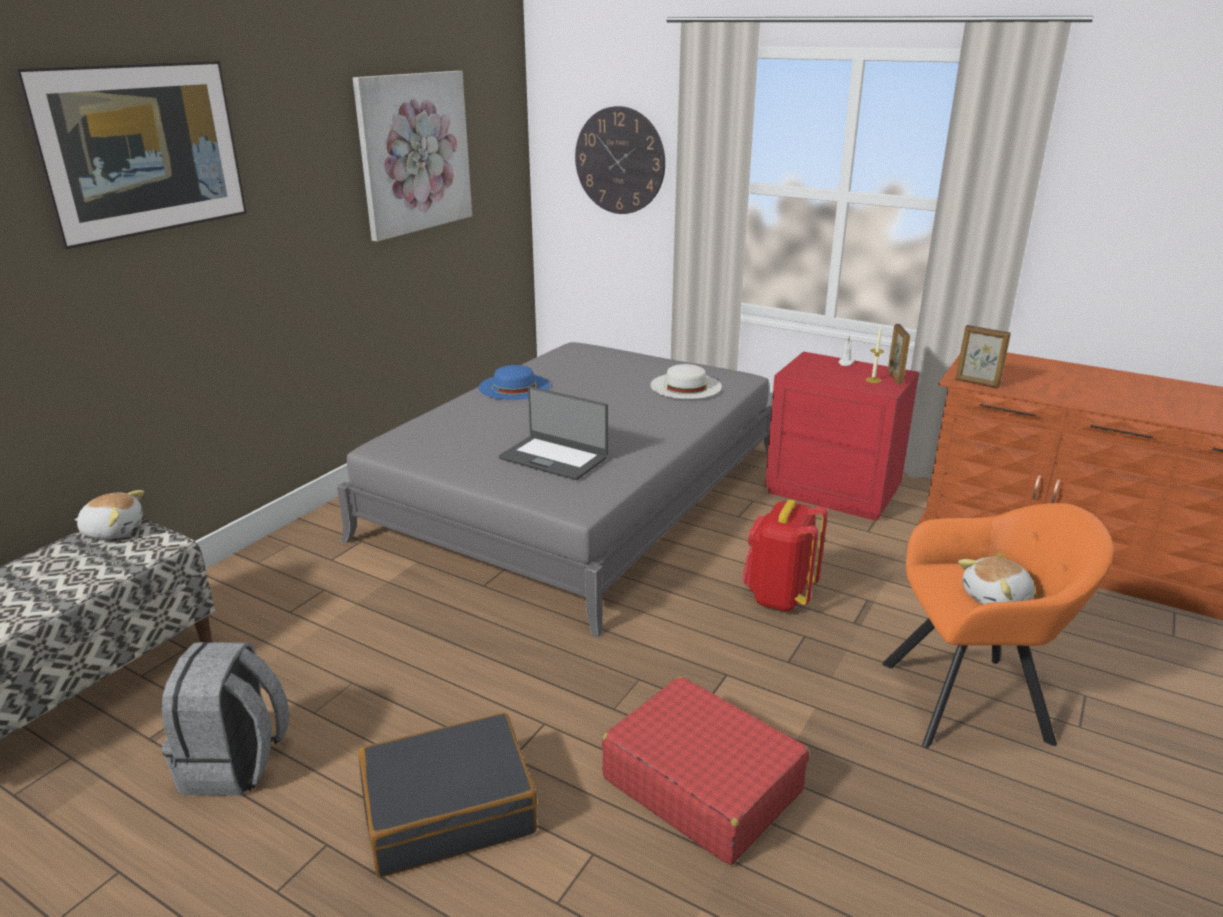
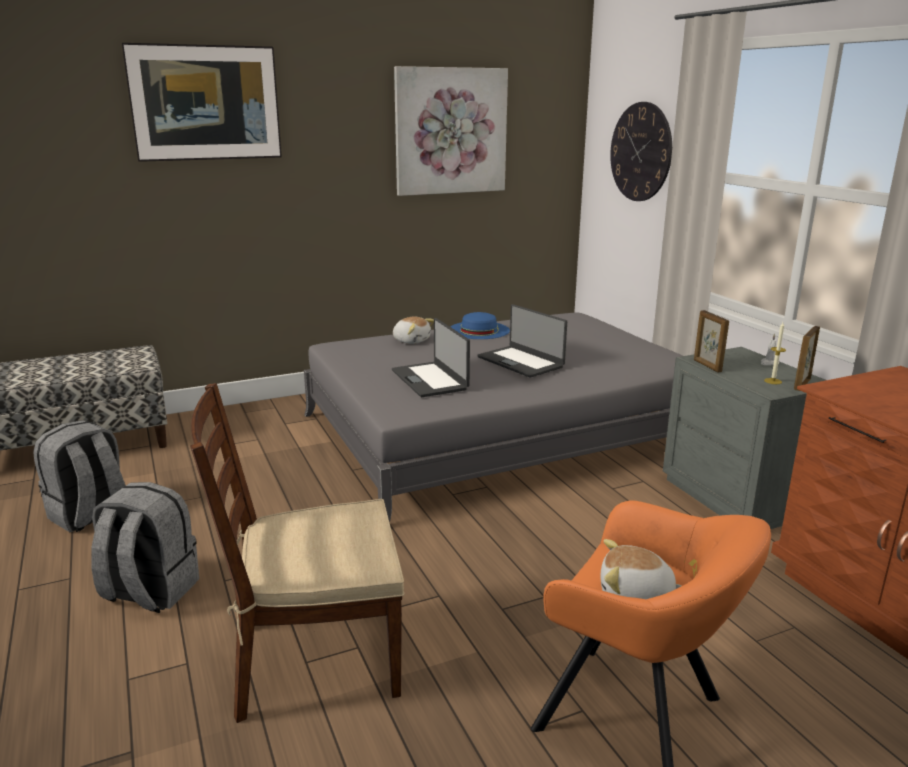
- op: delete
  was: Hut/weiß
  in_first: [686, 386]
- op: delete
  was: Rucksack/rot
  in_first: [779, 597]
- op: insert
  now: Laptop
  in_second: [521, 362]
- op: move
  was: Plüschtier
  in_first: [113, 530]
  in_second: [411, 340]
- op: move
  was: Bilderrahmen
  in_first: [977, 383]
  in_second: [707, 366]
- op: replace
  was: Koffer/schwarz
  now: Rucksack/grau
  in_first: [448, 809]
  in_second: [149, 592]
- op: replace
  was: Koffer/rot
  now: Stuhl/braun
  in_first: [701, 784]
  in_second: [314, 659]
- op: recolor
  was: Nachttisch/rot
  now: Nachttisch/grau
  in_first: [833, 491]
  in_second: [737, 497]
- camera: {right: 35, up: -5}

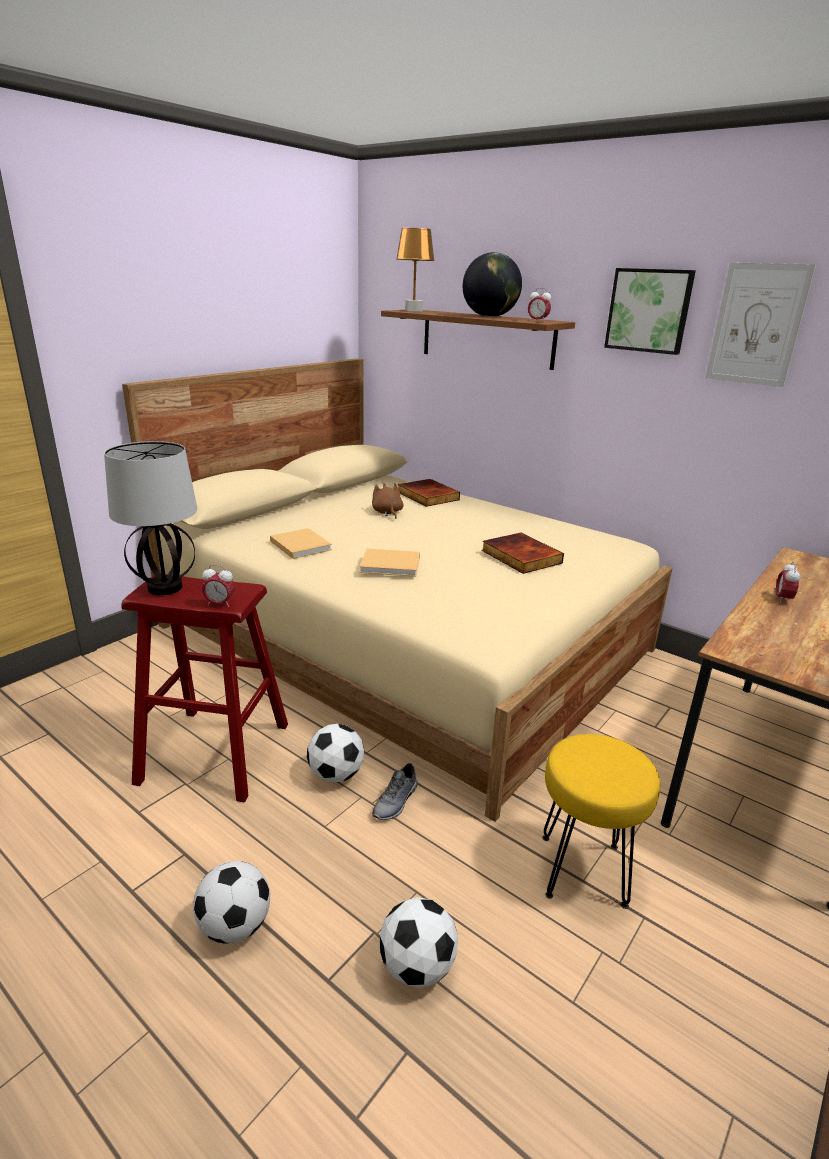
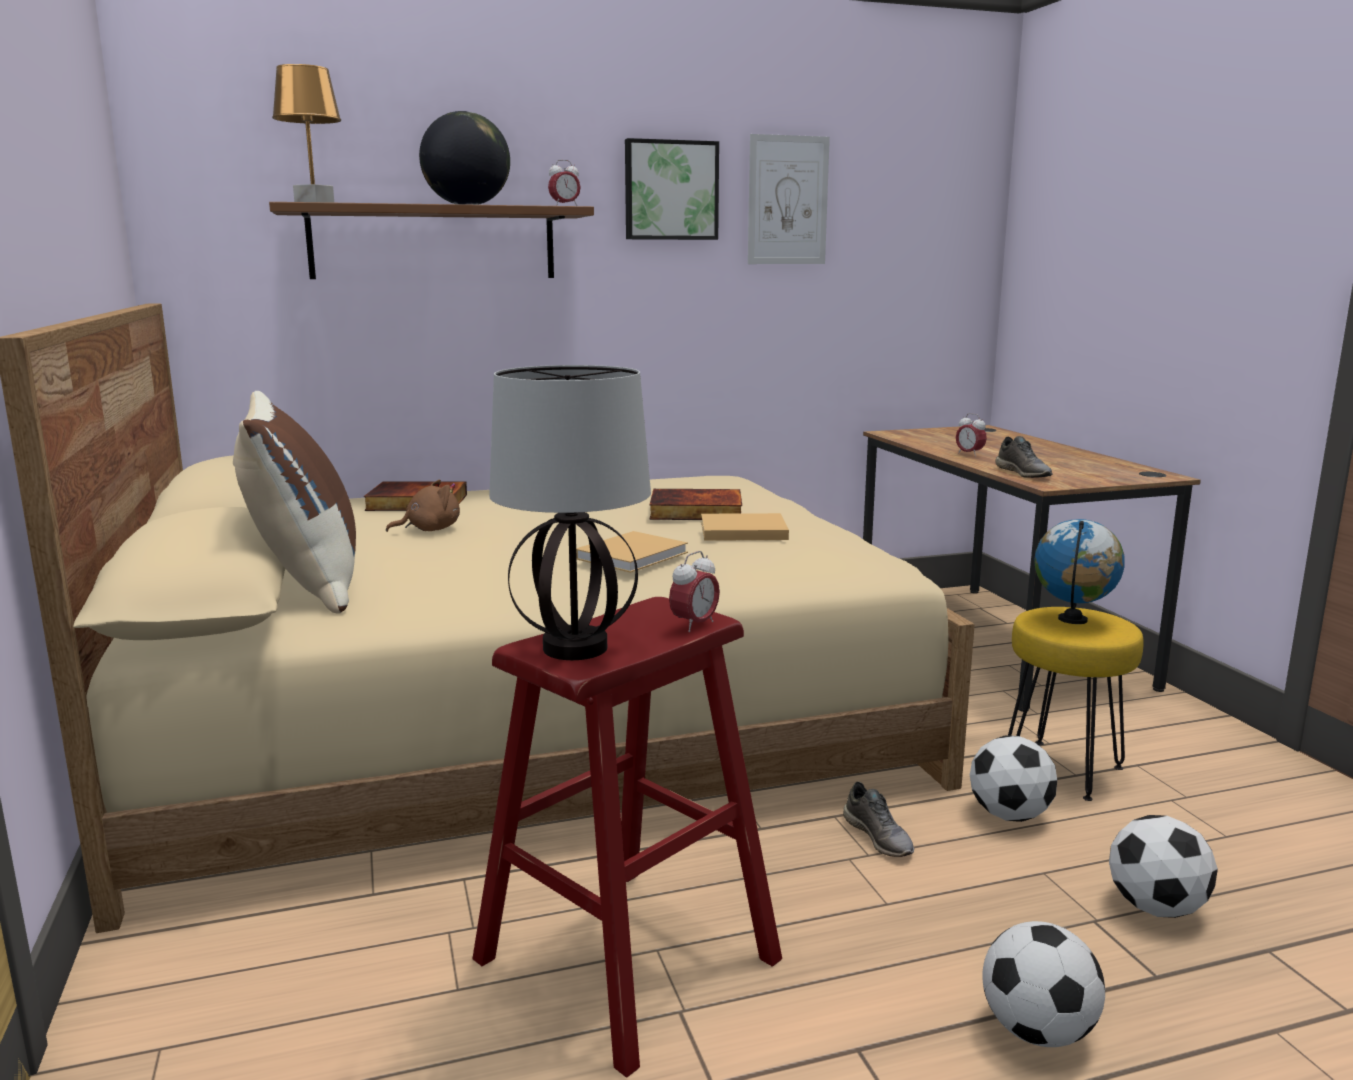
- op: insert
  now: Kissen/braun
  in_second: [305, 585]
- op: insert
  now: Schuh/grau
  in_second: [1024, 473]
- op: insert
  now: Globus
  in_second: [1073, 620]
- op: move
  was: Buch/beige
  in_first: [299, 545]
  in_second: [740, 531]
- op: move
  was: Fußball
  in_first: [336, 774]
  in_second: [1009, 815]
- op: rotate
  was: Plüschtier/braun
  in_first: [387, 513]
  in_second: [429, 530]
  clockwise: 135
- camera: {right: -55, up: -10}

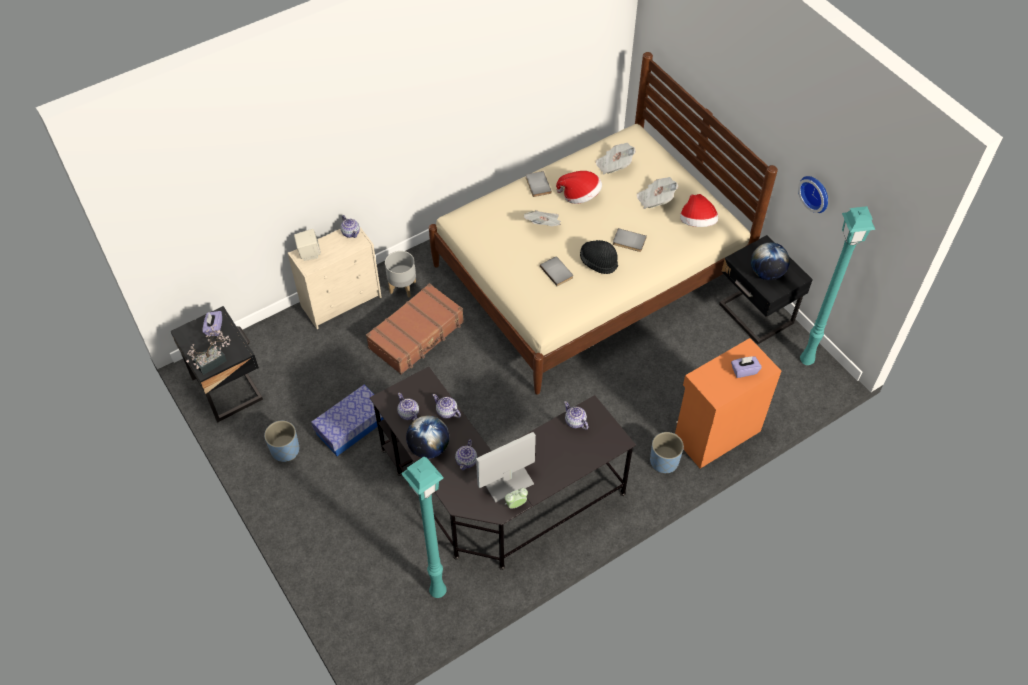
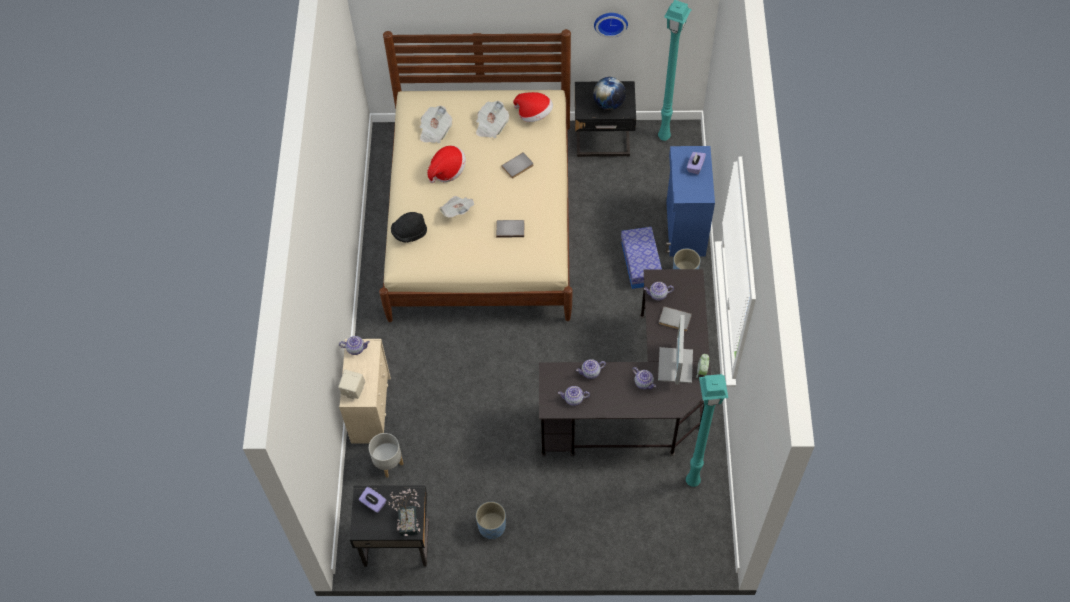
- op: delete
  was: Koffer/braun
  in_first: [417, 335]
- op: delete
  was: Globus
  in_first: [429, 448]
- op: move
  was: Aufbewahrungsbox
  in_first: [351, 427]
  in_second: [640, 263]
- op: move
  was: Pflanzkübel/grau
  in_first: [402, 287]
  in_second: [388, 463]
- op: move
  was: Buch/grau
  in_first: [537, 185]
  in_second: [674, 320]
- op: move
  was: Hut/schwarz
  in_first: [598, 262]
  in_second: [409, 233]
- op: recolor
  was: Schrank/orange
  now: Schrank/blau
  in_first: [715, 434]
  in_second: [684, 229]
- camera: {right: -55, up: 5}

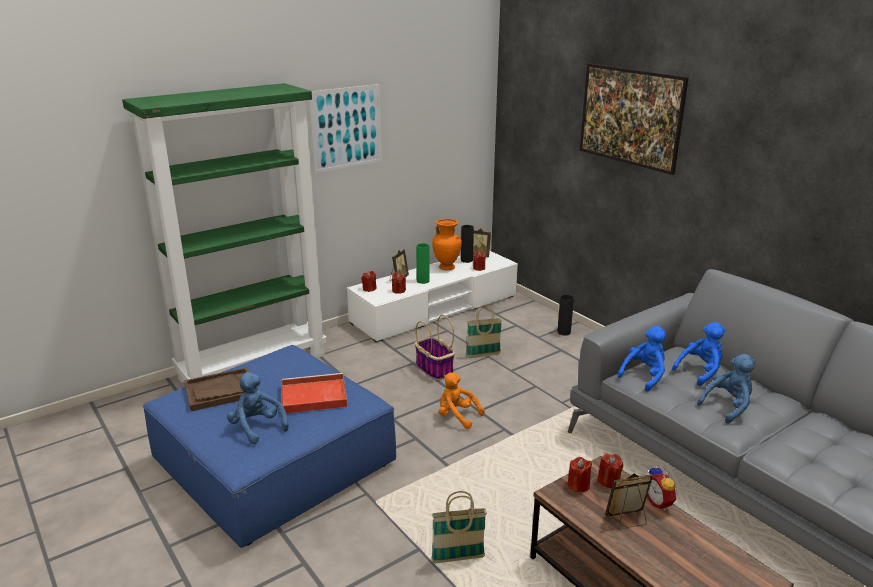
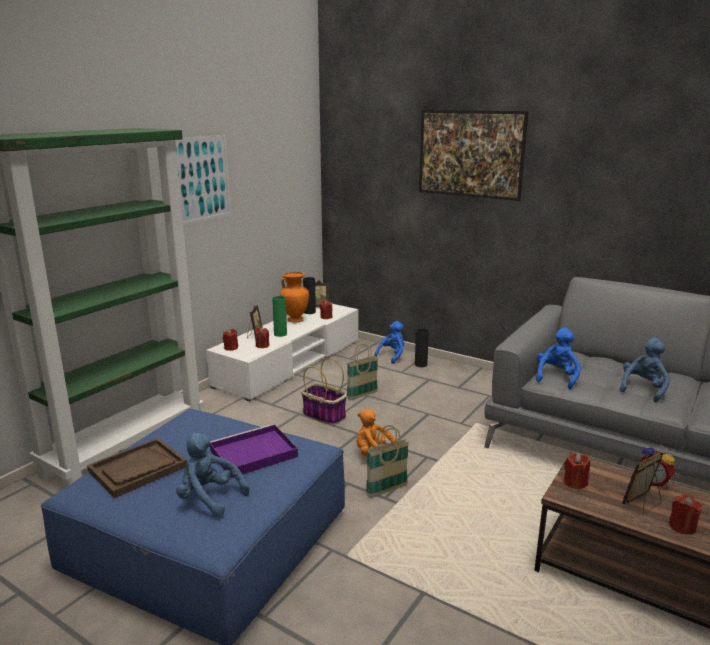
- op: move
  was: Korb
  in_first: [458, 559]
  in_second: [387, 490]
- op: move
  was: Kerze/rot
  in_first: [608, 481]
  in_second: [682, 527]
- op: move
  was: Plüschtier/blau
  in_first: [700, 371]
  in_second: [392, 356]
- op: recolor
  was: Tablett/rot
  now: Tablett/lila
  in_first: [312, 396]
  in_second: [252, 454]
- camera: {right: -20, up: -5}

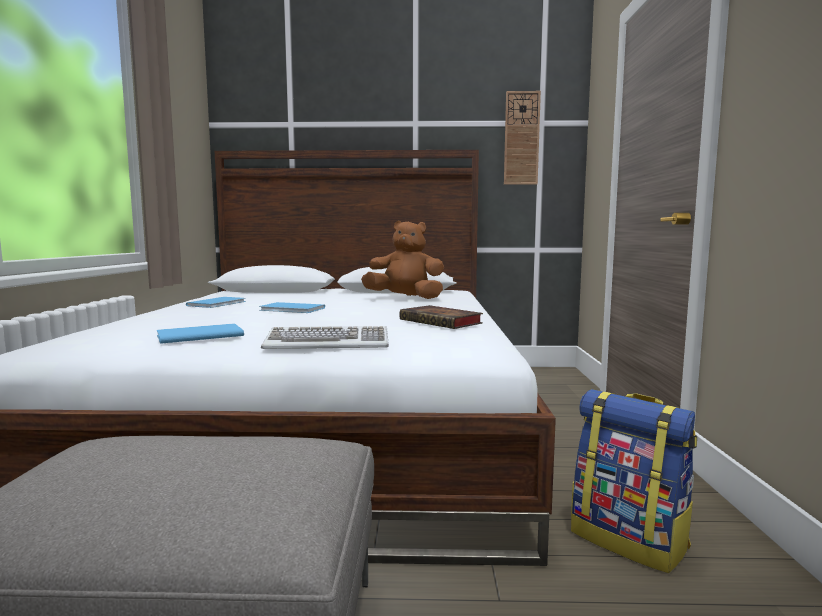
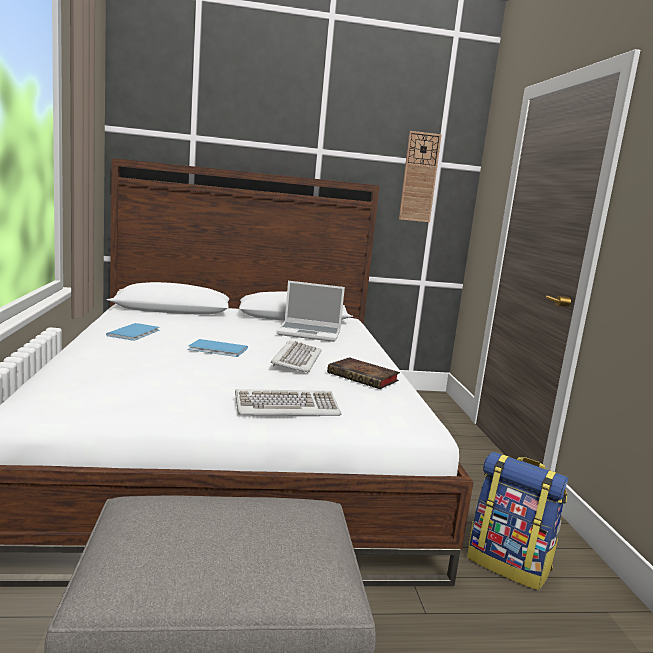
- op: delete
  was: Buch/blau
  in_first: [197, 335]
- op: insert
  now: Tastatur
  in_second: [296, 359]
- op: replace
  was: Plüschtier/braun
  now: Laptop
  in_first: [405, 298]
  in_second: [310, 333]
- camera: {right: -10, up: 5}

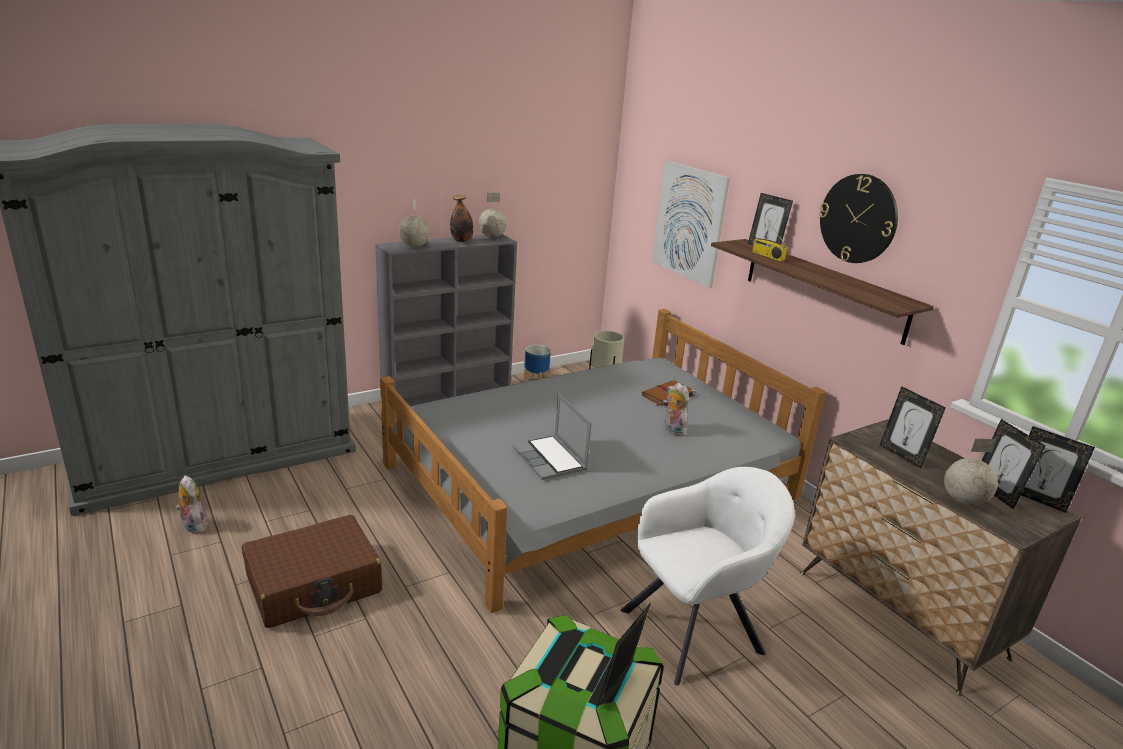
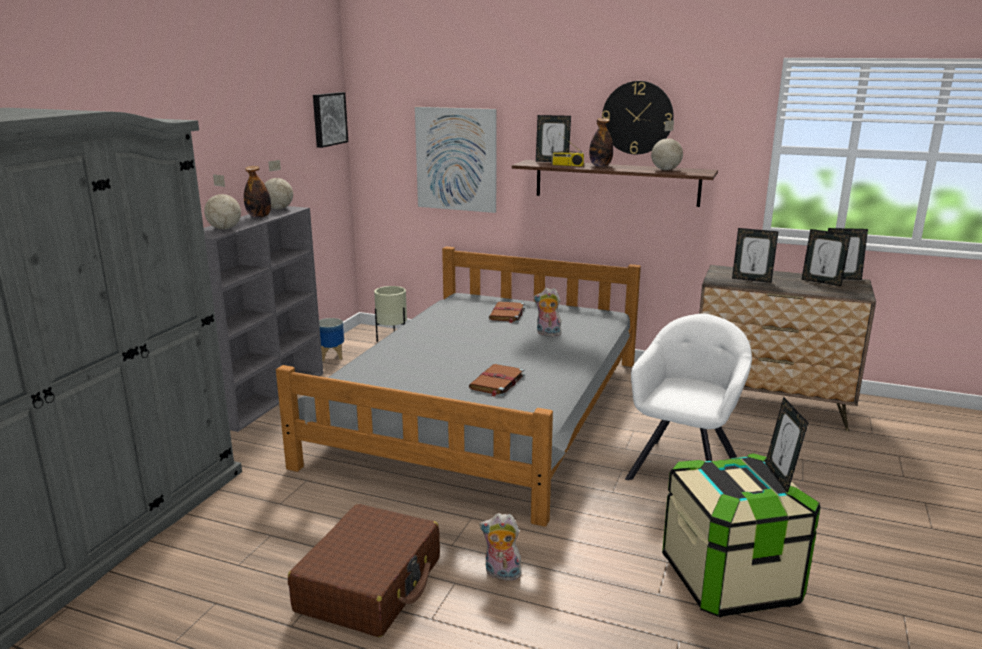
- op: insert
  now: Bild
  in_second: [328, 119]
- op: insert
  now: Flasche
  in_second: [600, 166]
- op: move
  was: Plüschtier
  in_first: [193, 525]
  in_second: [501, 574]
- op: move
  was: Globus
  in_first: [962, 501]
  in_second: [665, 170]
- op: replace
  was: Laptop
  now: Buch/braun
  in_first: [550, 459]
  in_second: [497, 382]
- camera: {right: -35, up: -5}

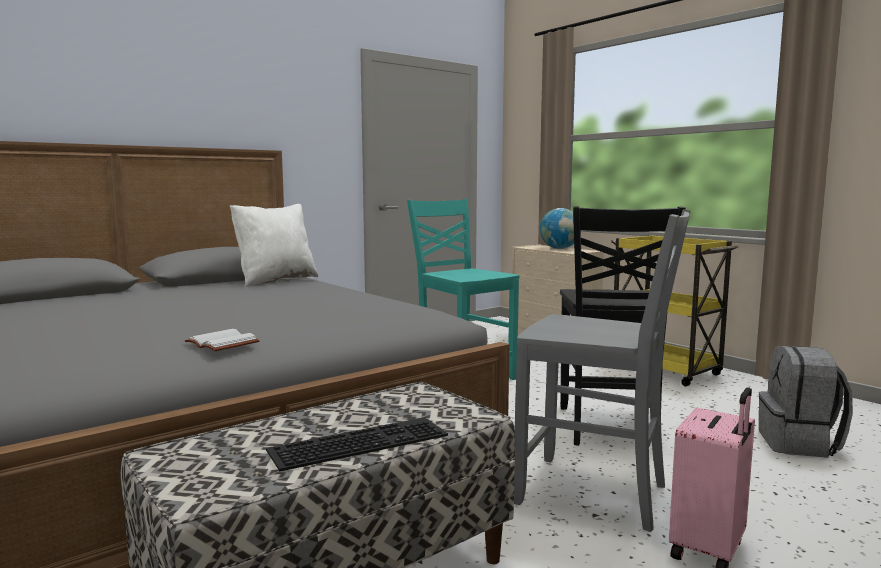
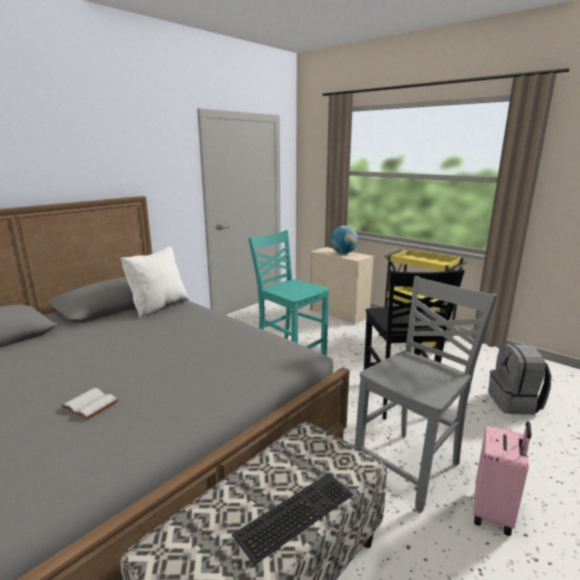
- op: move
  was: Buch/weiß
  in_first: [220, 343]
  in_second: [89, 405]
- op: rotate
  was: Stuhl/grau
  in_first: [595, 494]
  in_second: [410, 467]
  clockwise: -60
- camera: {right: -10, up: 10}

